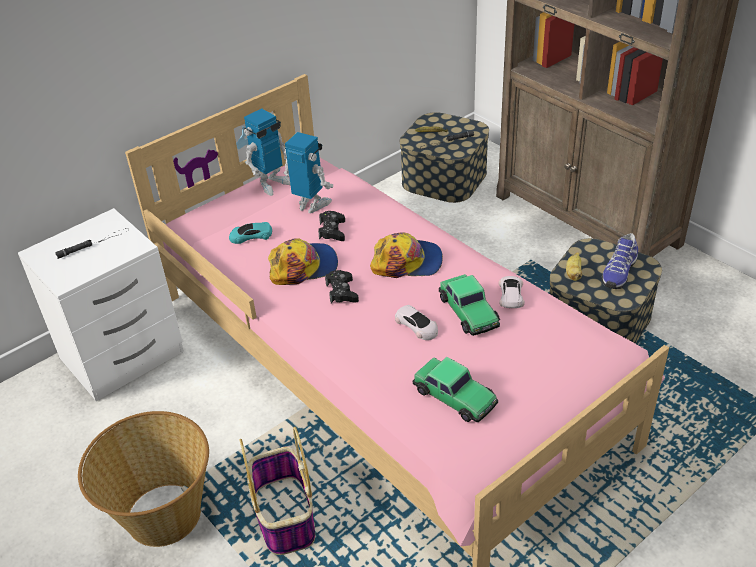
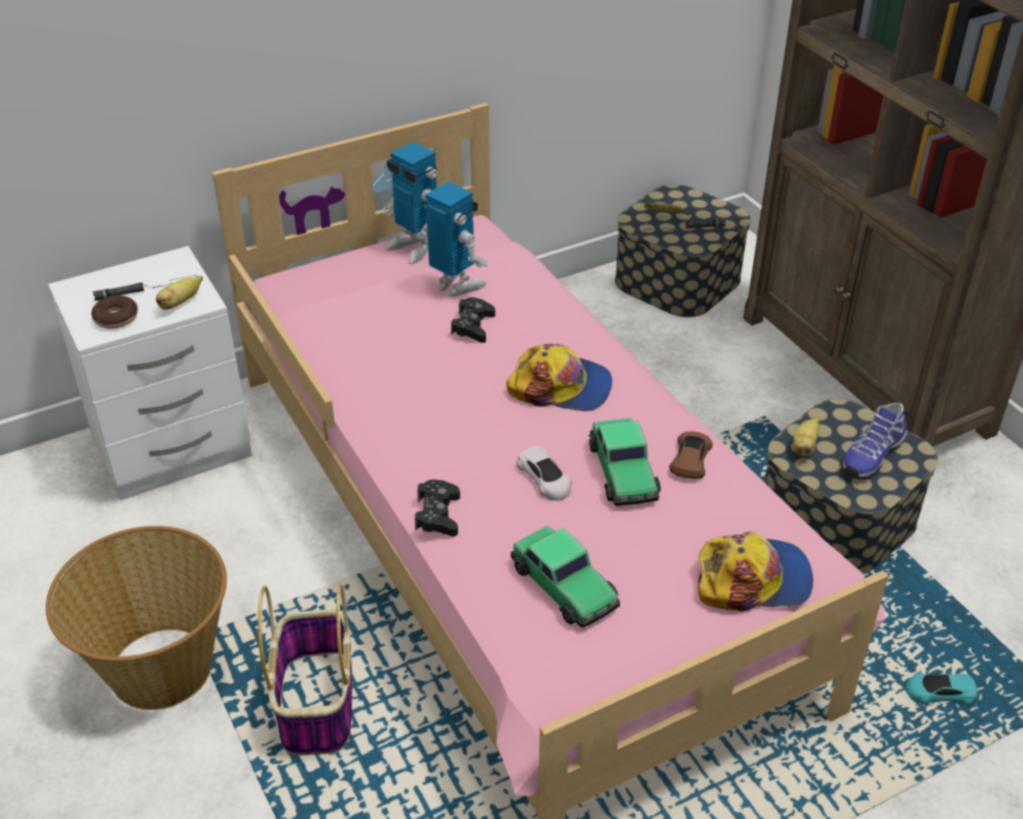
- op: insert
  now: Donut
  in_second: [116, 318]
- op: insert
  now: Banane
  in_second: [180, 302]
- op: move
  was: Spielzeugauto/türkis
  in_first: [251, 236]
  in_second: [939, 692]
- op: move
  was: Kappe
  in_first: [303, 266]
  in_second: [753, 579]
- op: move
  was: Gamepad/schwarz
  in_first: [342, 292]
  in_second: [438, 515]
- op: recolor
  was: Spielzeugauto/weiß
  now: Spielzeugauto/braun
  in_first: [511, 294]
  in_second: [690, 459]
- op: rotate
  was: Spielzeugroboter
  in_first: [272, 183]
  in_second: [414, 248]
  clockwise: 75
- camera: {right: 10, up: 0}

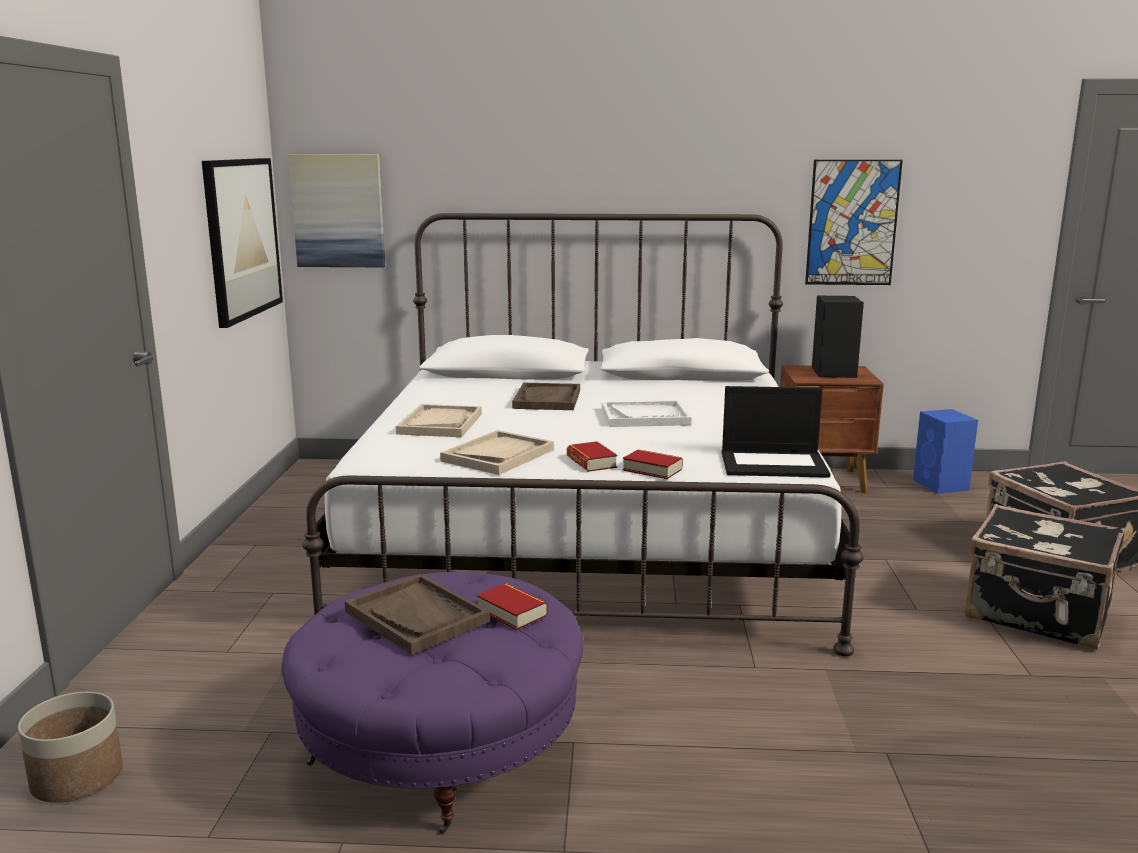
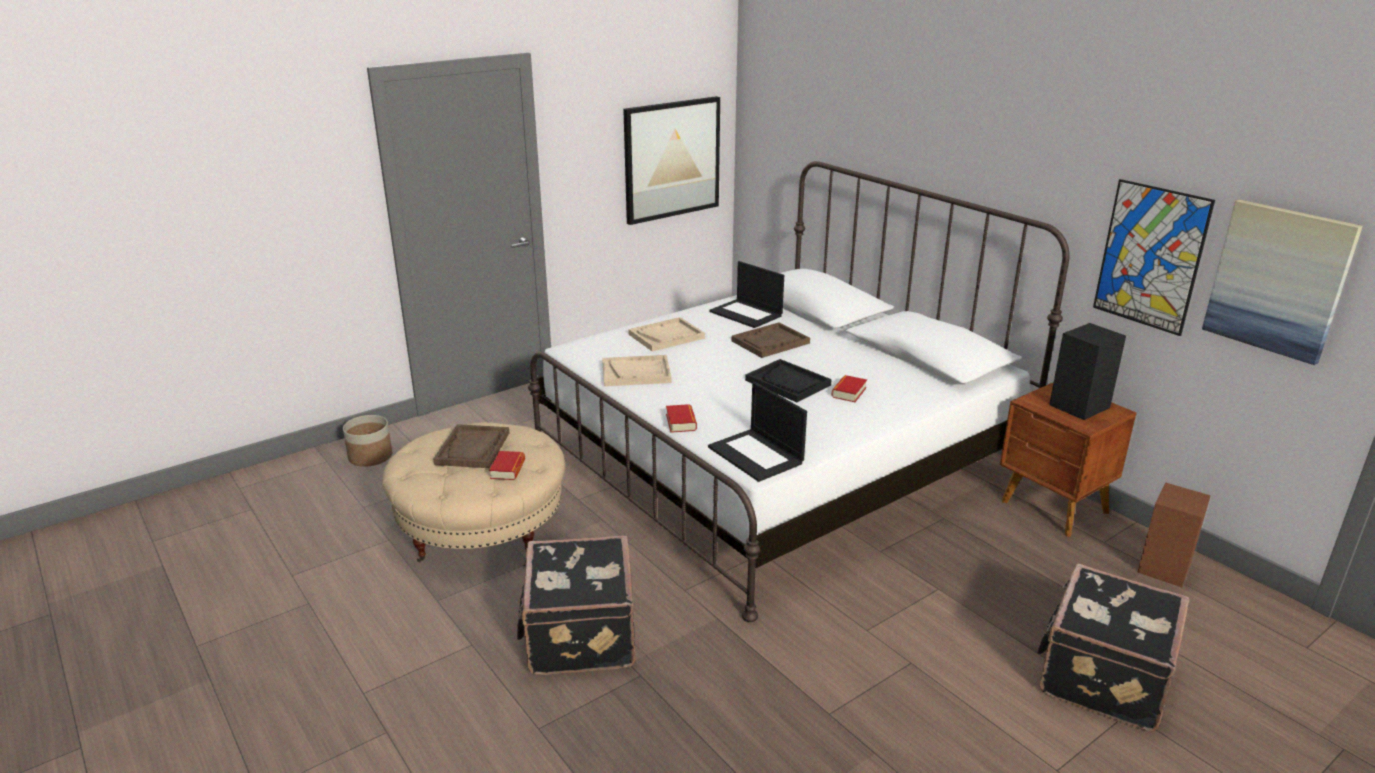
- op: insert
  now: Laptop
  in_second: [747, 314]
- op: move
  was: Bild
  in_first: [338, 211]
  in_second: [1278, 280]
- op: move
  was: Buch
  in_first: [591, 462]
  in_second: [849, 392]
- op: move
  was: Koffer/schwarz
  in_first: [1037, 615]
  in_second: [579, 635]
- op: recolor
  was: Polsterhocker/lila
  now: Polsterhocker/beige
  in_first: [439, 748]
  in_second: [481, 527]
- op: recolor
  was: Tablett/weiß
  now: Tablett/schwarz
  in_first: [645, 417]
  in_second: [788, 383]
- op: recolor
  was: Lautsprecher/blau
  now: Lautsprecher/braun
  in_first: [941, 485]
  in_second: [1164, 568]
- camera: {right: 50, up: 10}

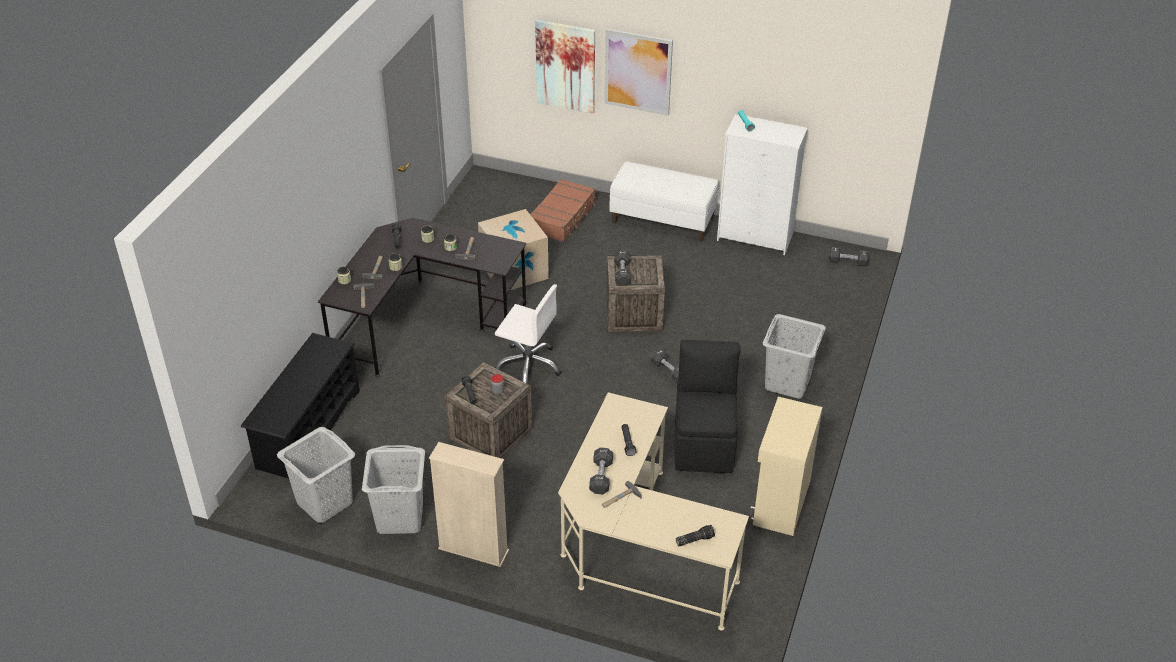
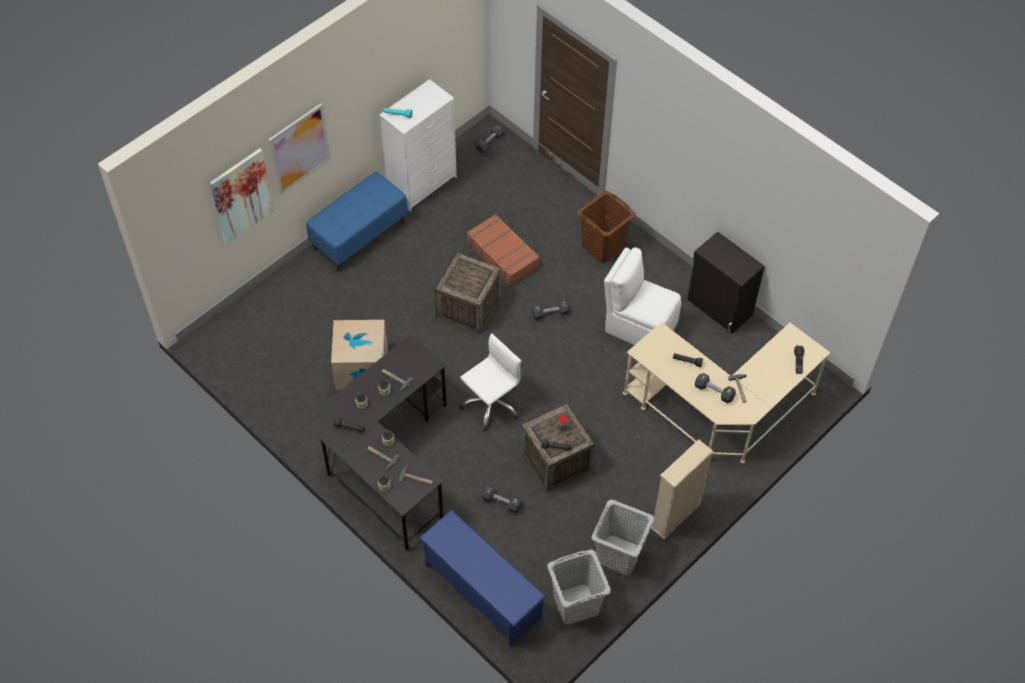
- op: move
  was: Koffer/braun
  in_first: [563, 218]
  in_second: [503, 255]
- op: move
  was: Hantel/schwarz
  in_first: [622, 273]
  in_second: [501, 502]
- op: recolor
  was: Schuhregal/schwarz
  now: Schuhregal/blau
  in_first: [308, 429]
  in_second: [482, 591]
- op: recolor
  was: Bank/weiß
  now: Bank/blau
  in_first: [663, 220]
  in_second: [359, 235]
- op: recolor
  was: Stuhl/schwarz
  now: Stuhl/weiß
  in_first: [704, 443]
  in_second: [639, 326]
- op: recolor
  was: Schrank/beige
  now: Schrank/schwarz
  in_first: [780, 503]
  in_second: [719, 308]
- op: recolor
  was: Wäschekorb/grau
  now: Wäschekorb/braun
  in_first: [787, 382]
  in_second: [602, 246]
- camera: {right: -65, up: 15}

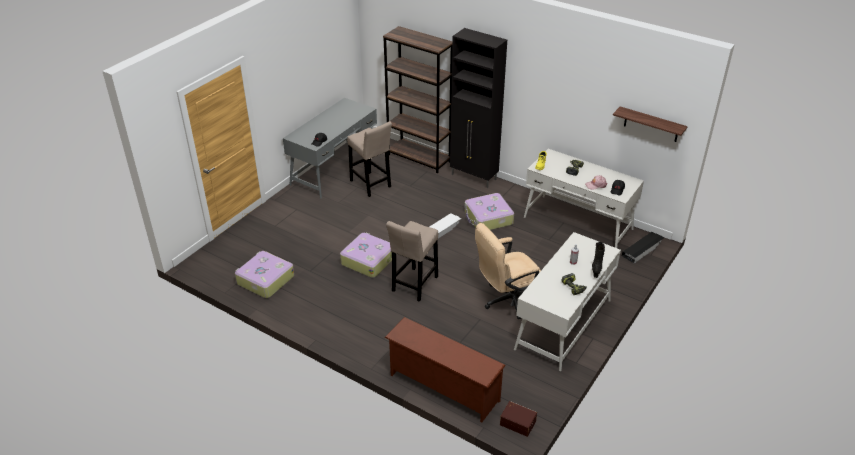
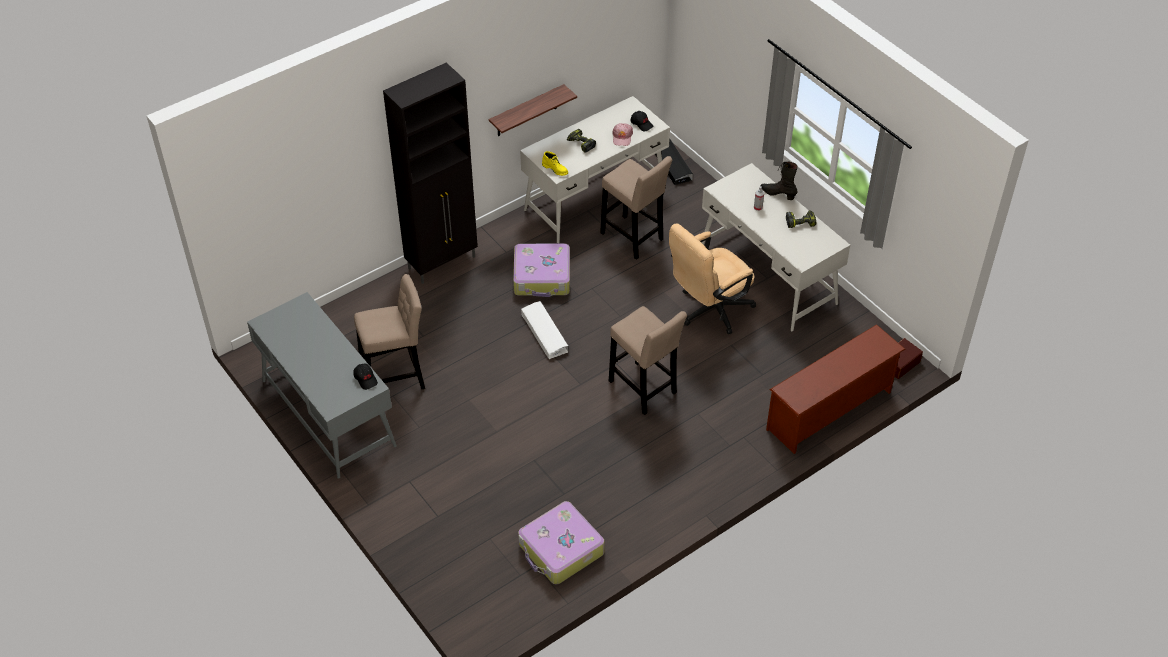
- op: delete
  was: Koffer
  in_first: [368, 260]
- op: delete
  was: Bücherregal/braun
  in_first: [419, 158]
- op: insert
  now: Hocker/beige
  in_second: [633, 238]
- op: move
  was: Wandregal
  in_first: [651, 124]
  in_second: [526, 111]
- op: rotate
  was: Bürostuhl/beige
  in_first: [506, 300]
  in_second: [709, 311]
  clockwise: 60
- camera: {right: -70, up: 10}

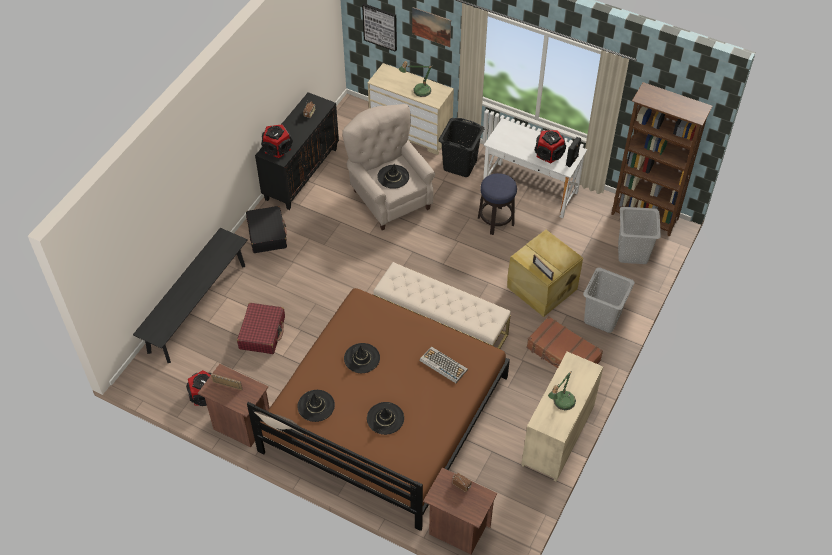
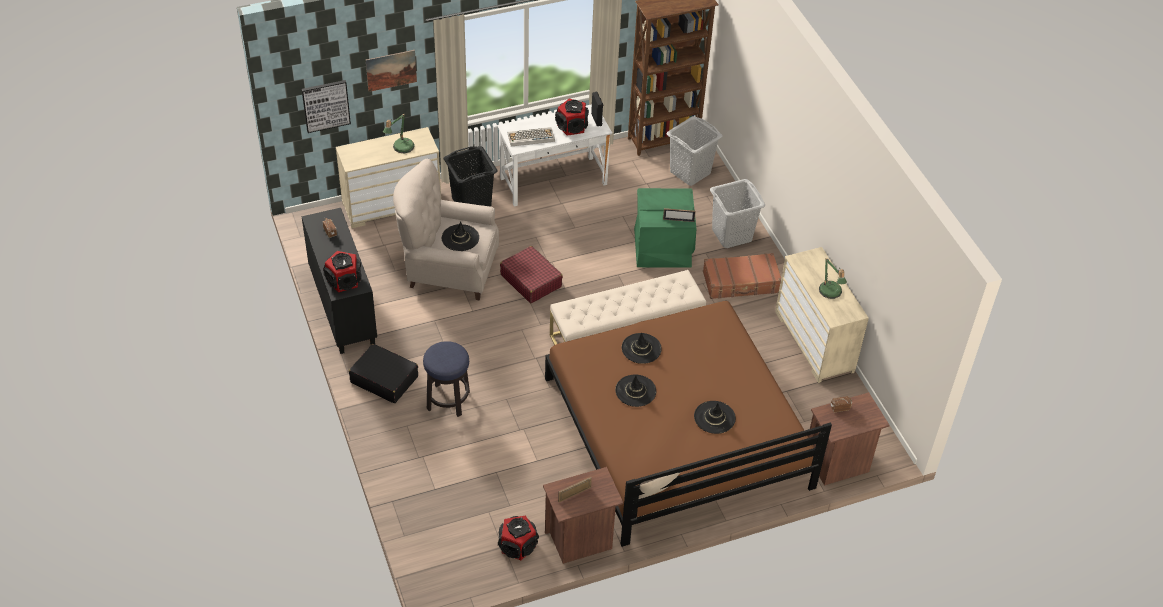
- op: delete
  was: Bank/schwarz
  in_first: [197, 308]
- op: move
  was: Koffer/rot
  in_first: [262, 333]
  in_second: [531, 280]
- op: move
  was: Hut/schwarz
  in_first: [316, 406]
  in_second: [641, 348]
- op: move
  was: Tastatur
  in_first: [443, 365]
  in_second: [530, 137]
- op: move
  was: Hocker
  in_first: [495, 221]
  in_second: [448, 400]
- op: recolor
  was: Aufbewahrungsbox/beige
  now: Aufbewahrungsbox/grün
  in_first: [542, 289]
  in_second: [663, 248]
- camera: {right: -50, up: -5}

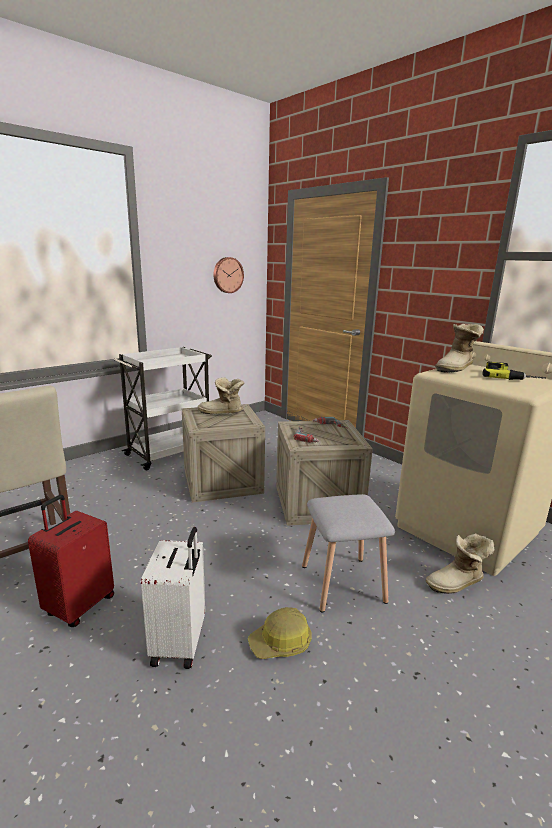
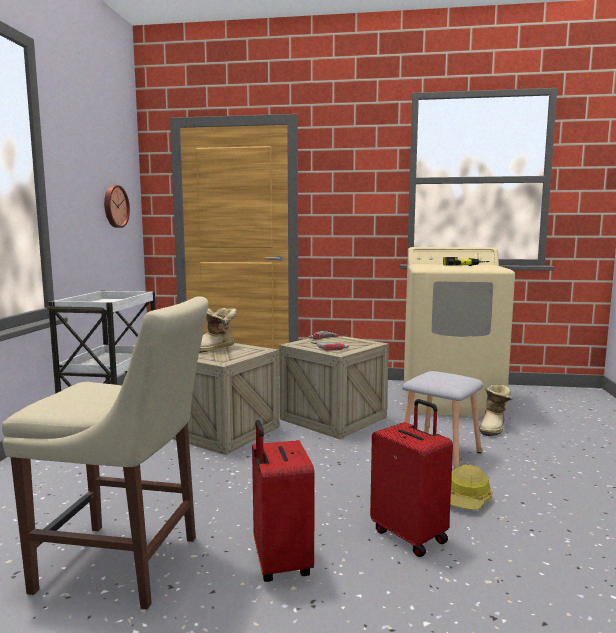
- op: delete
  was: Stiefel
  in_first: [457, 368]
- op: recolor
  was: Koffer/weiß
  now: Koffer/rot
  in_first: [180, 643]
  in_second: [410, 535]
- camera: {right: -40, up: -10}

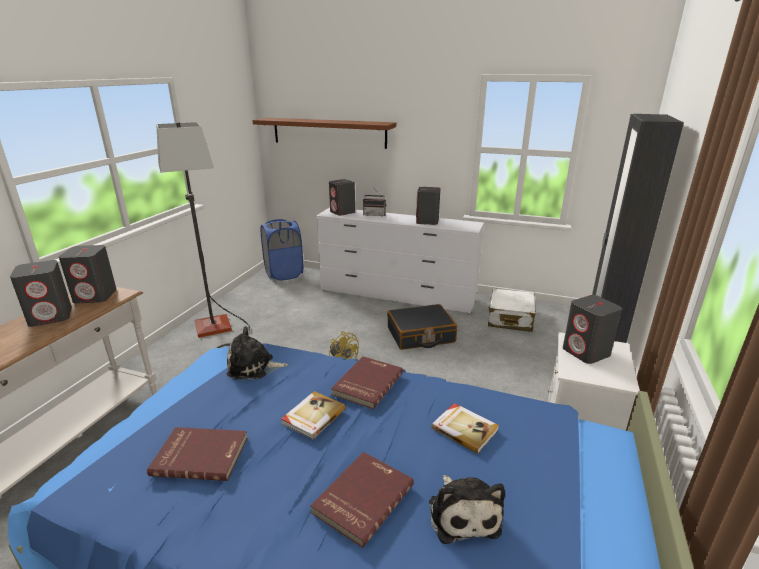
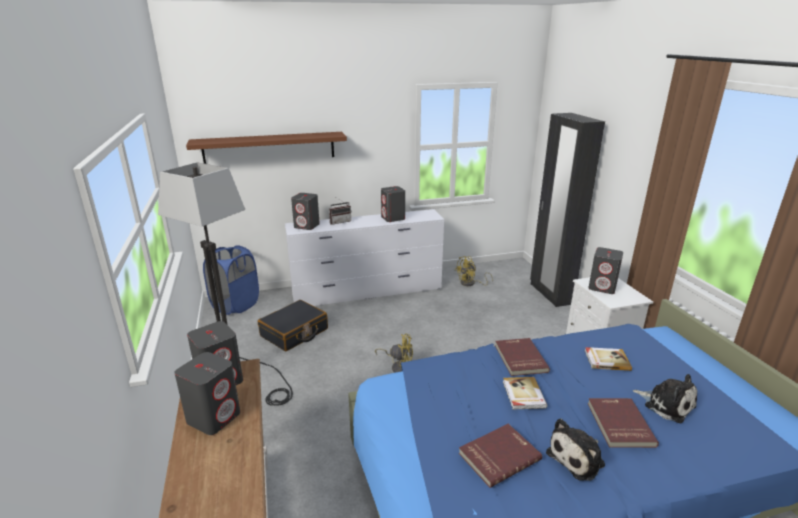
- op: move
  was: Plüschtier
  in_first: [254, 367]
  in_second: [578, 458]
- op: move
  was: Koffer/schwarz
  in_first: [420, 335]
  in_second: [294, 333]
- op: replace
  was: Koffer/weiß
  now: Ventilator/gelb
  in_first: [510, 318]
  in_second: [471, 283]
- camera: {right: -35, up: 0}

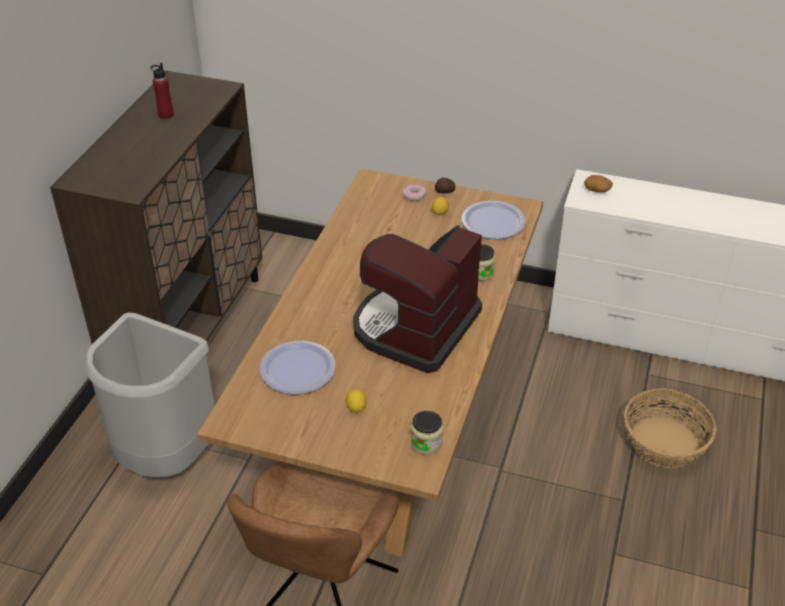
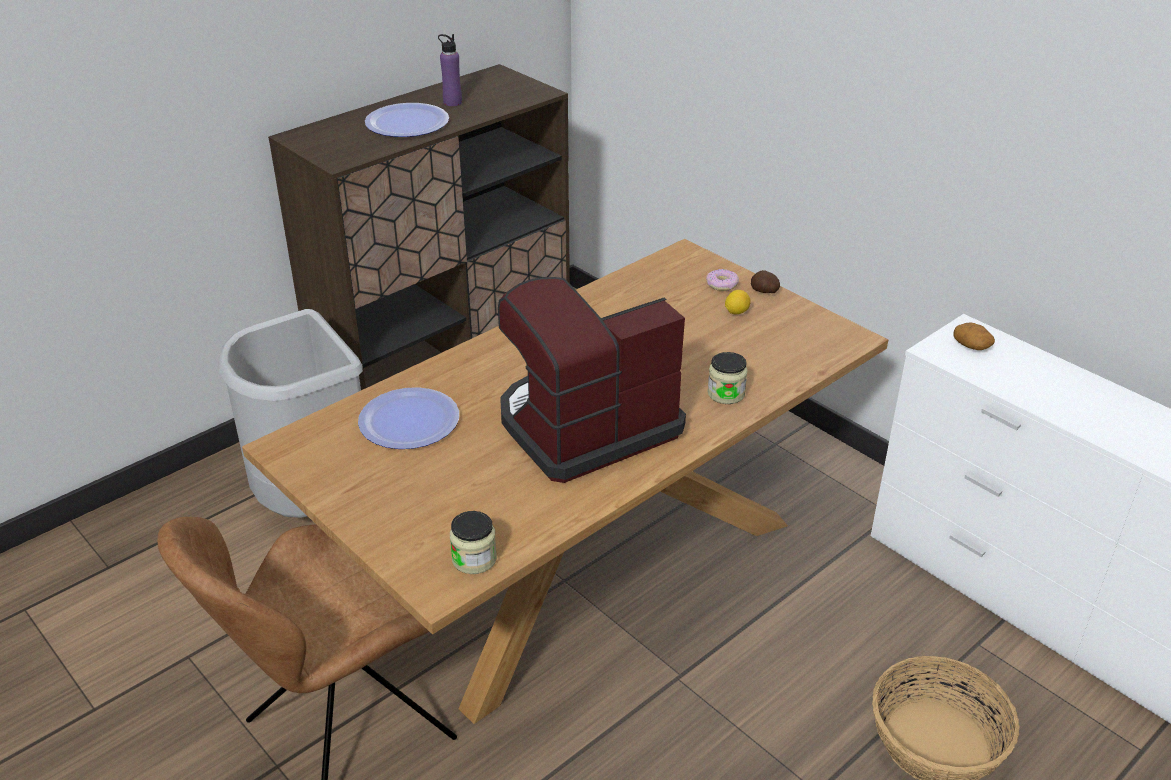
- op: delete
  was: Zitrone
  in_first: [356, 408]
- op: move
  was: Teller
  in_first: [493, 221]
  in_second: [407, 123]
- op: recolor
  was: Flasche/rot
  now: Flasche/lila
  in_first: [166, 115]
  in_second: [452, 102]
- camera: {right: 30, up: -5}

